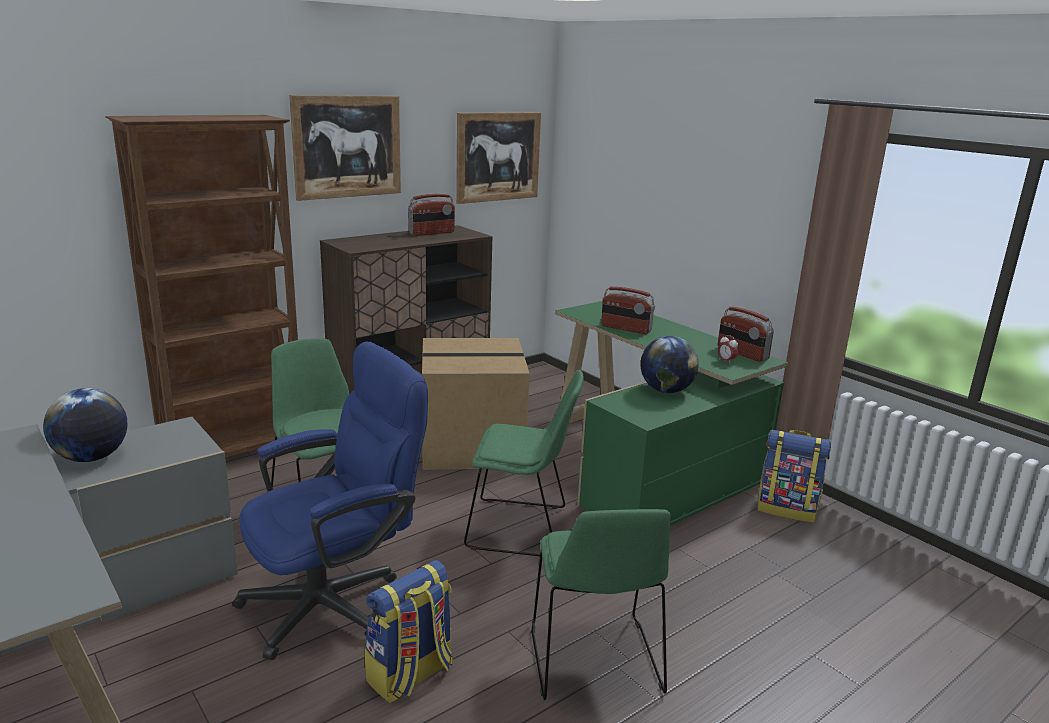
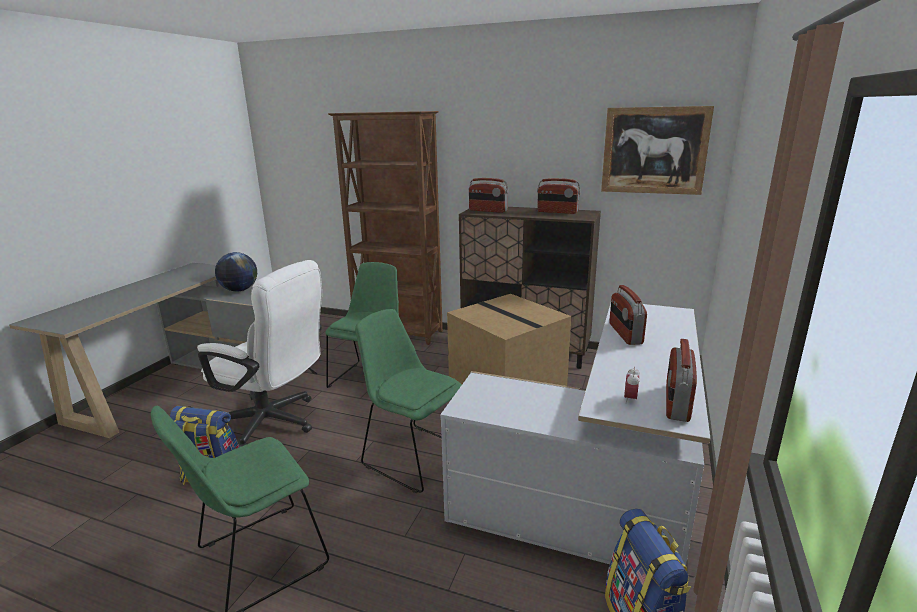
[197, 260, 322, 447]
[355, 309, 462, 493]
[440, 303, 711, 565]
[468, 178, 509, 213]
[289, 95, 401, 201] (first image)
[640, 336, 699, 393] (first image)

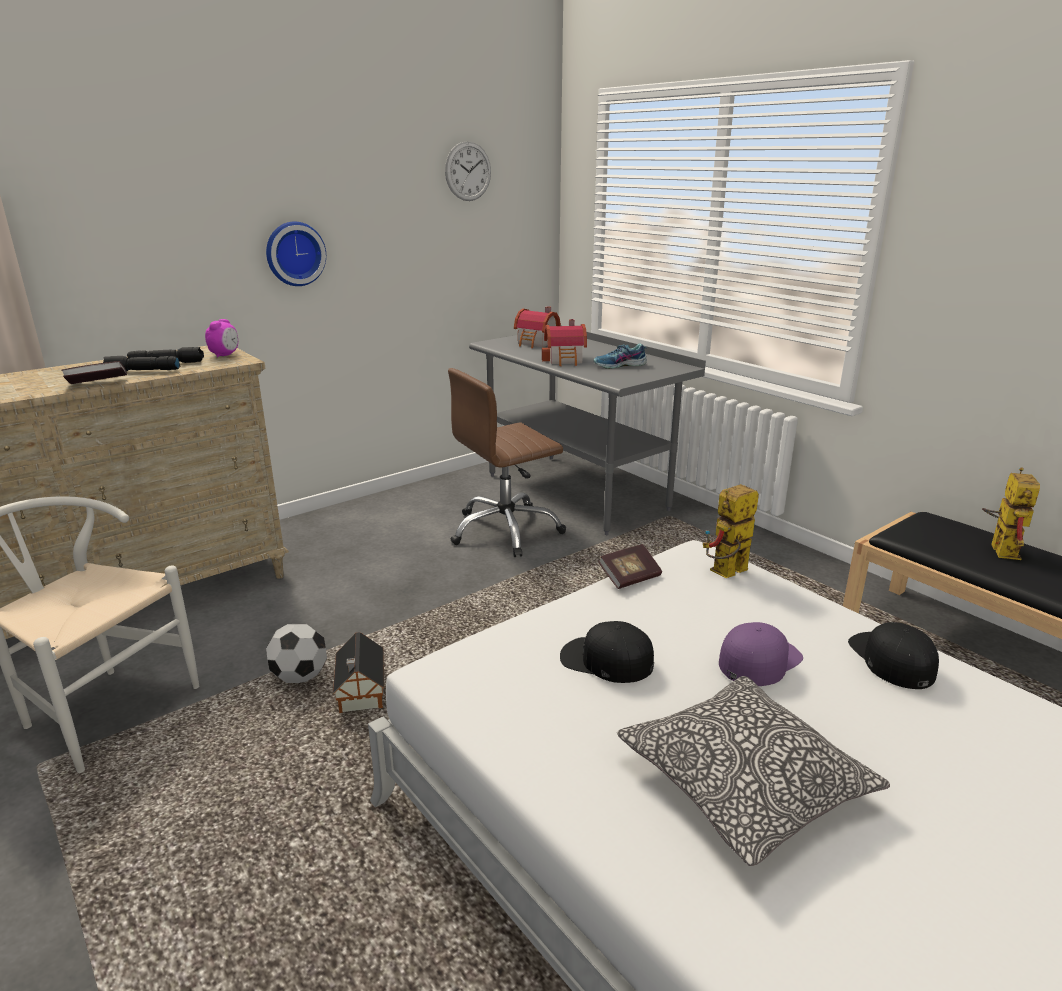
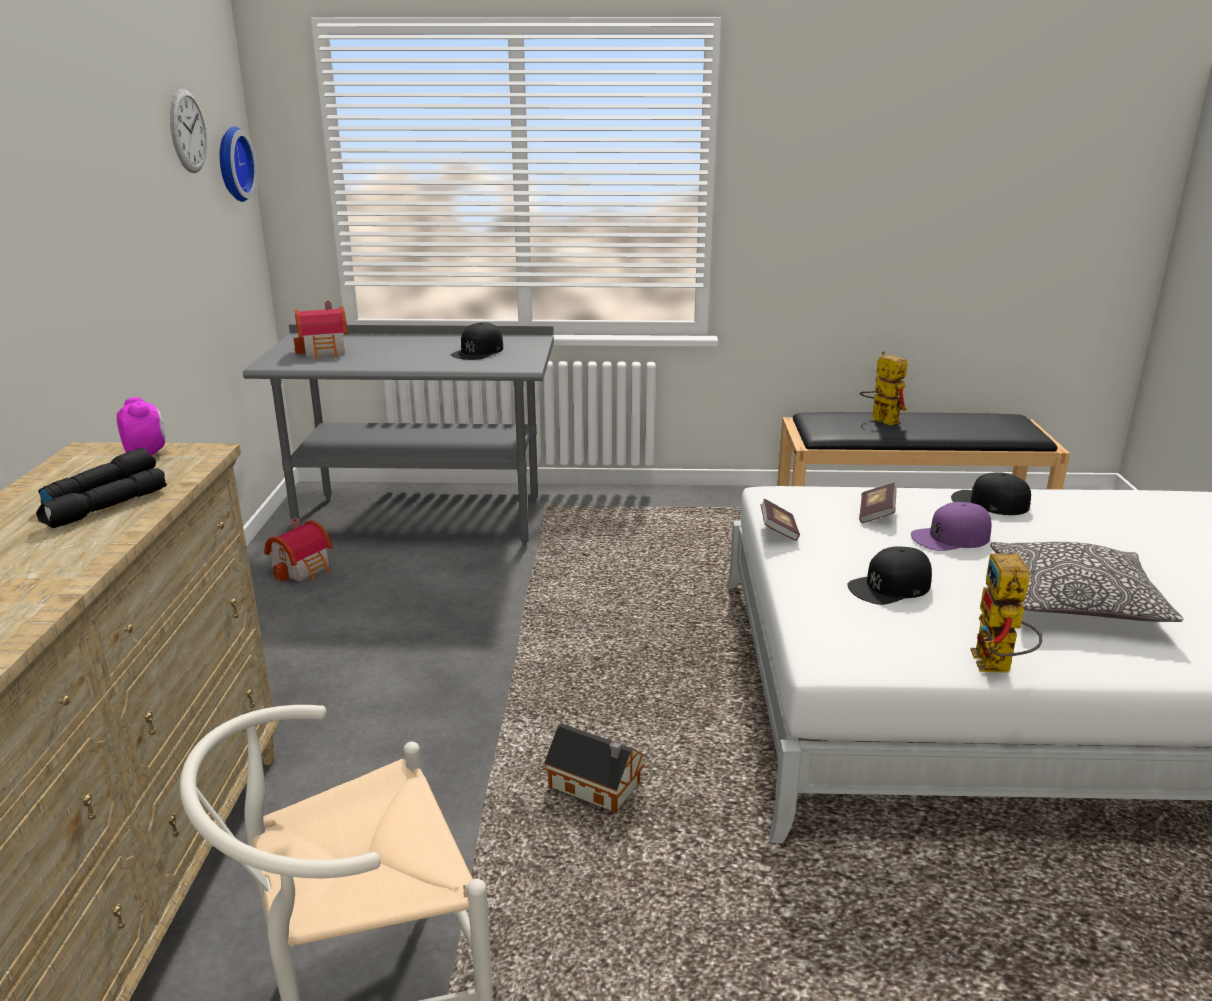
[220, 126, 257, 202]
[264, 518, 333, 582]
[451, 322, 503, 360]
[859, 483, 897, 523]
[911, 502, 992, 551]
[971, 553, 1042, 672]
[266, 624, 327, 683] (first image)
[448, 368, 566, 557] (first image)

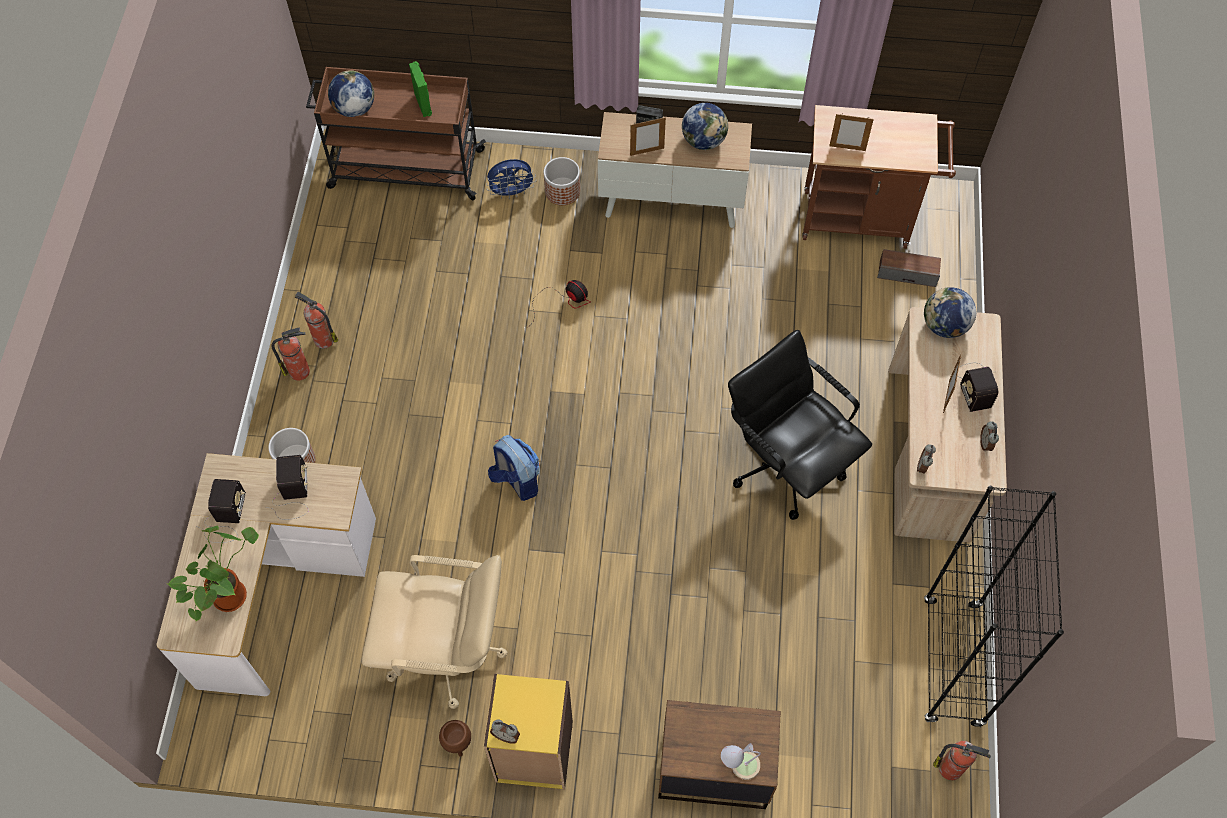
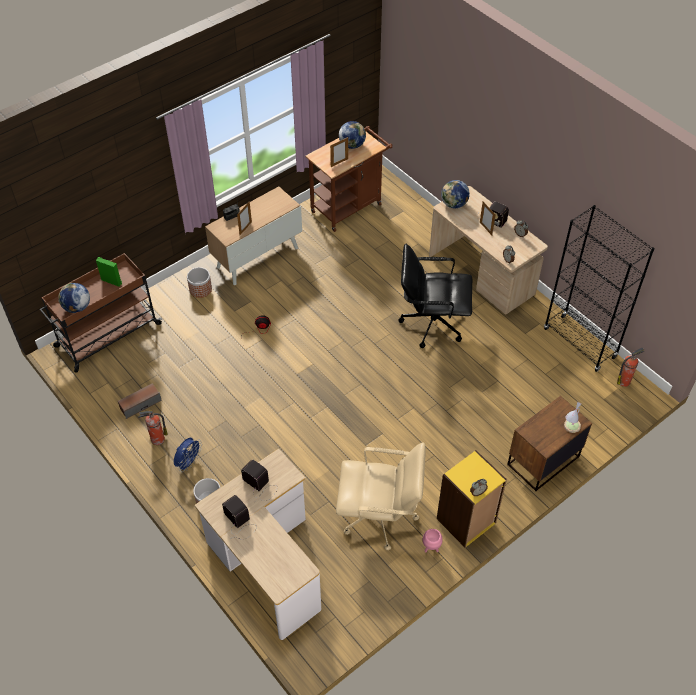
[118, 383, 162, 419]
[174, 438, 202, 472]
[336, 442, 426, 550]
[339, 121, 366, 149]
[423, 529, 443, 552]
[168, 525, 259, 621] (first image)
[271, 328, 310, 381] (first image)
[488, 435, 540, 501] (first image)

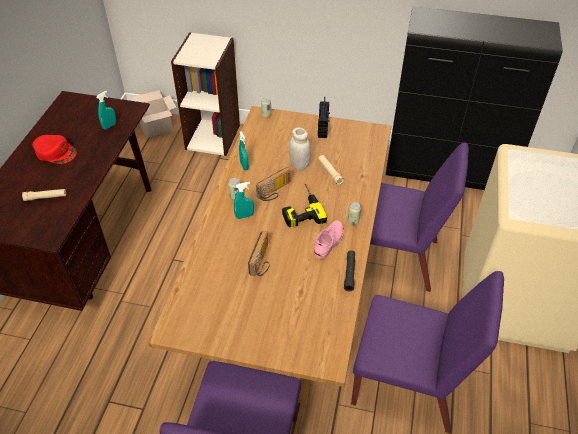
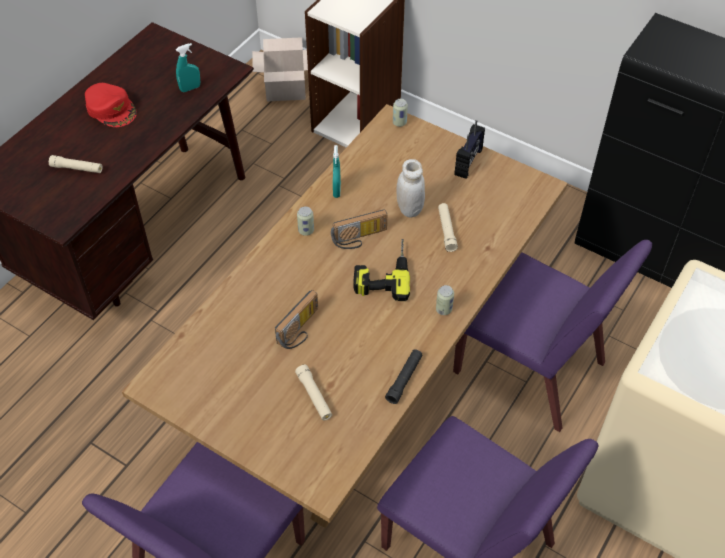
[295, 365, 332, 421]
[234, 182, 254, 219] (first image)
[314, 221, 344, 259] (first image)

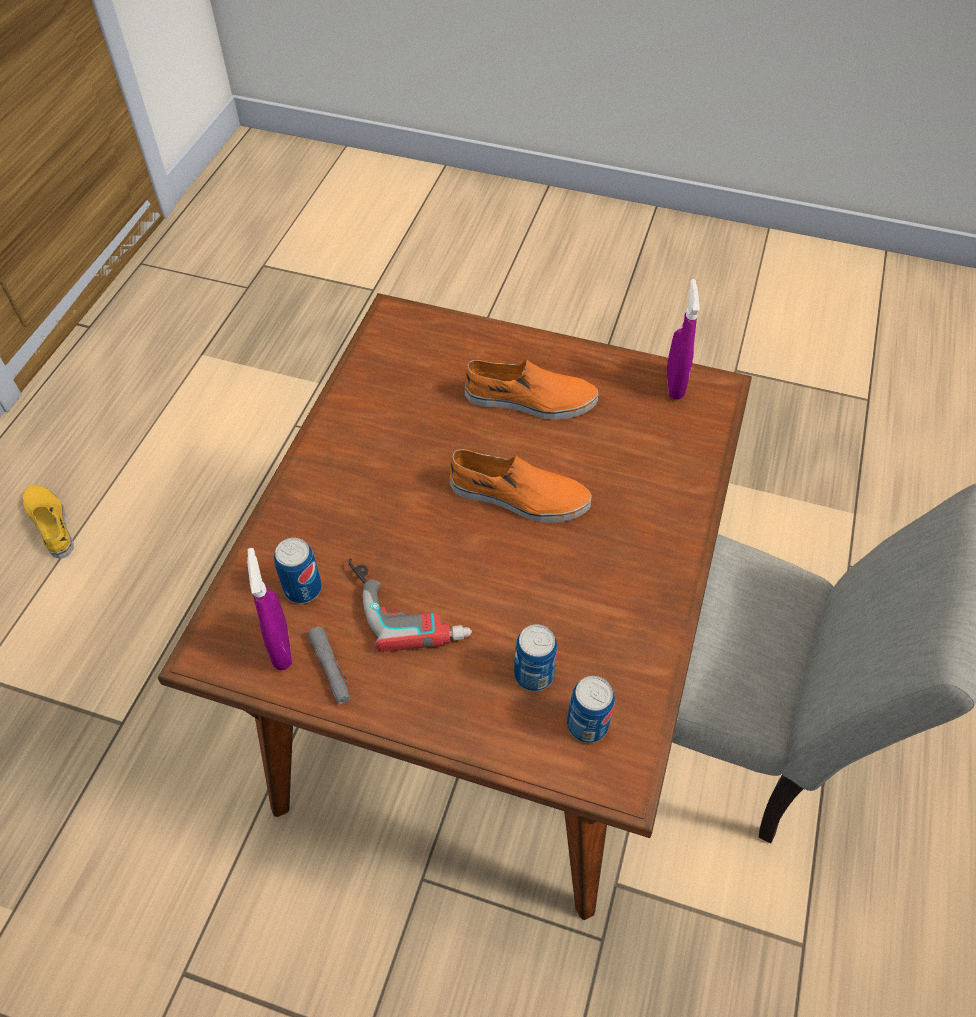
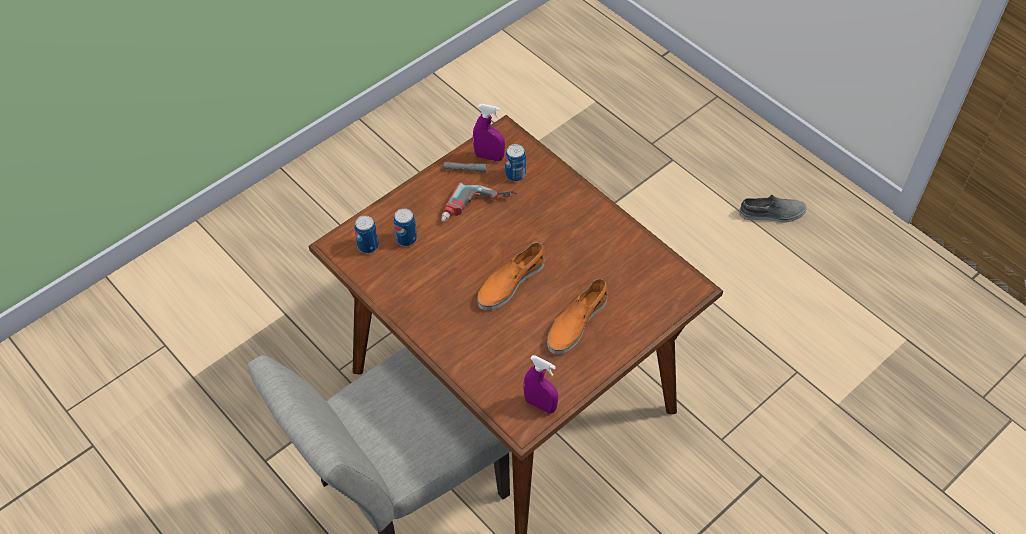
[739, 195, 807, 223]

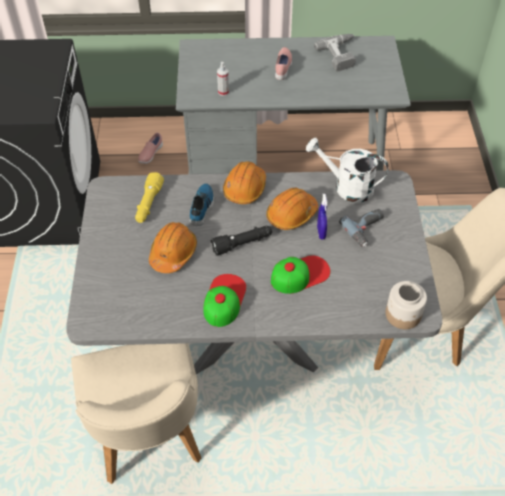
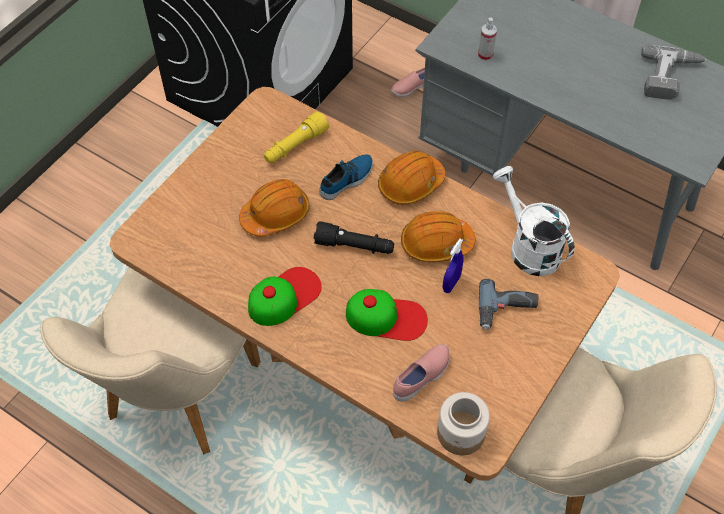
[110, 87, 620, 481]
[393, 344, 450, 401]

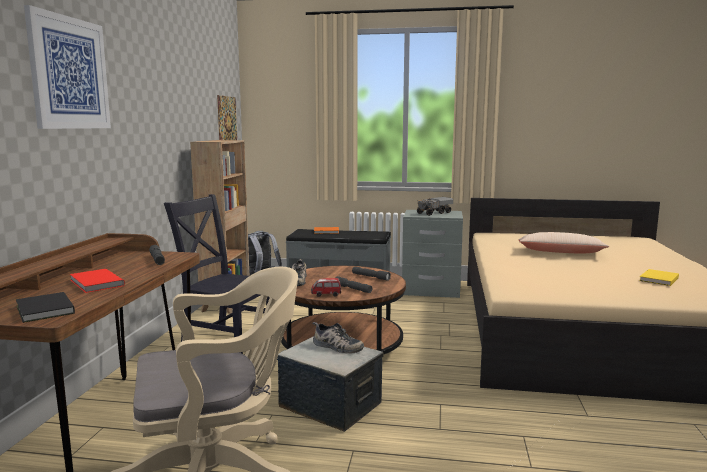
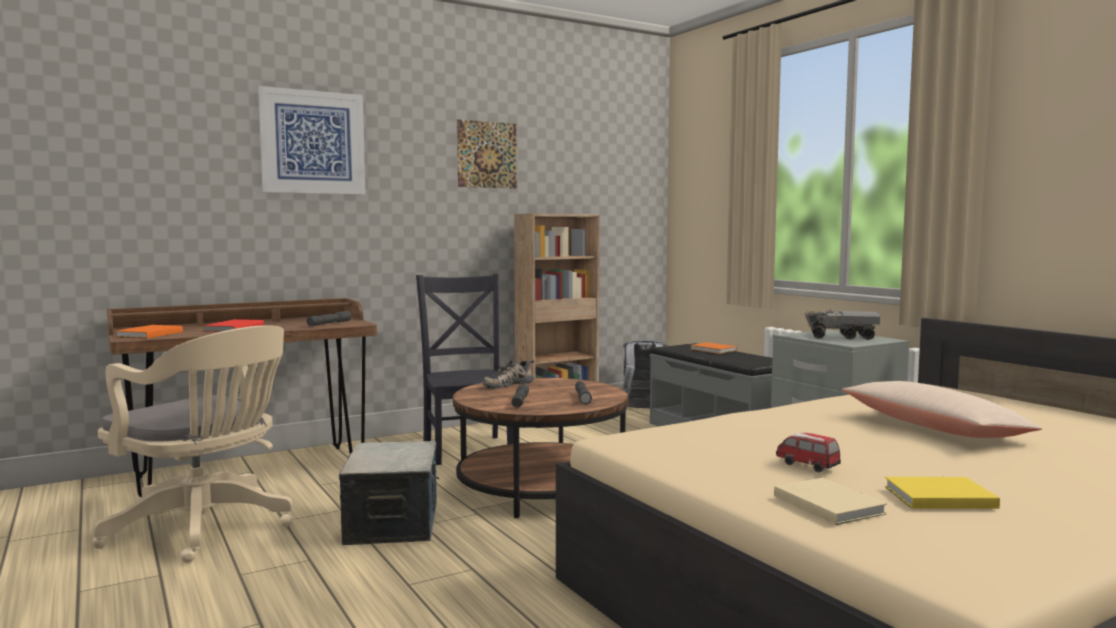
[115, 325, 183, 338]
[457, 119, 517, 189]
[774, 478, 887, 525]
[776, 433, 841, 472]
[312, 322, 364, 354] (first image)

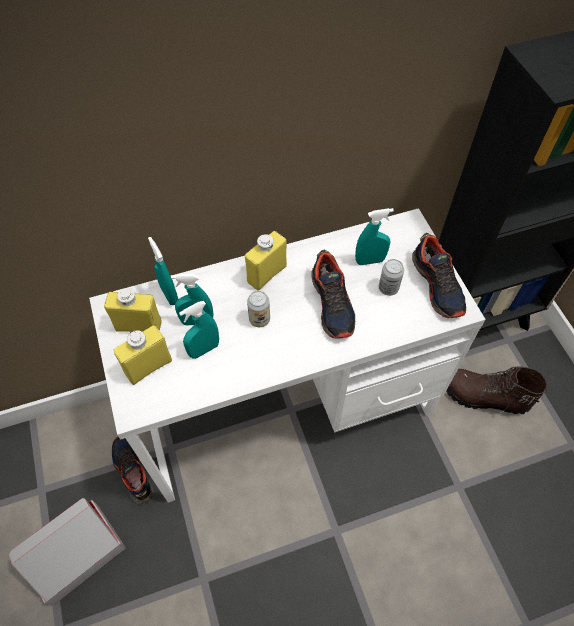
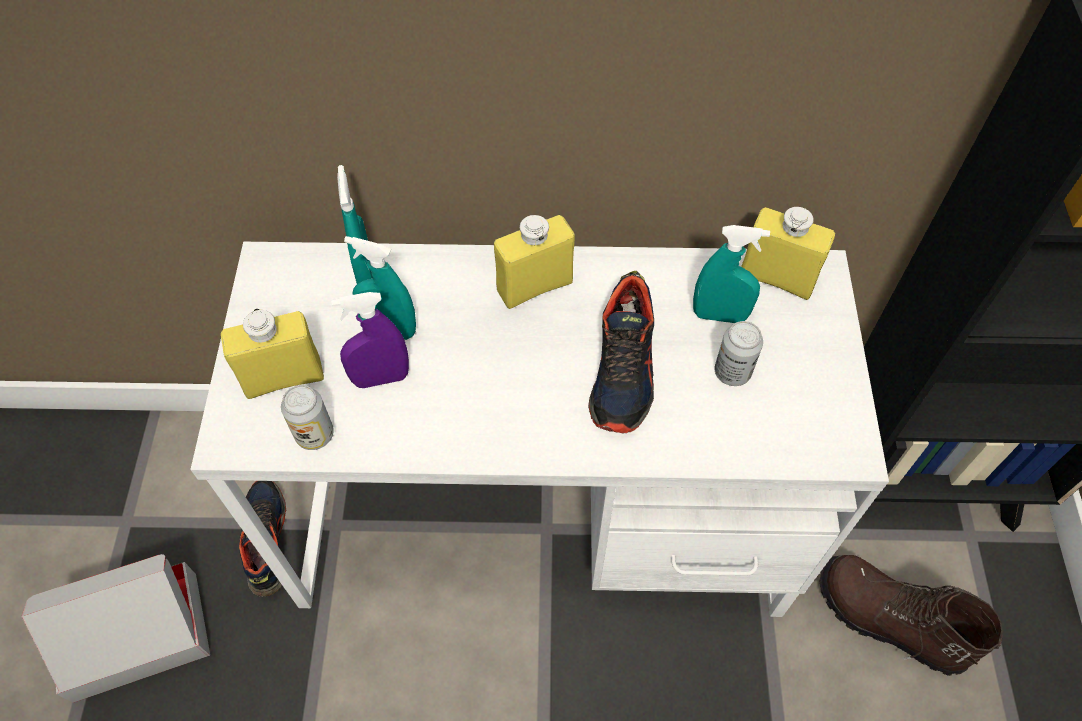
[281, 385, 334, 450]
[331, 292, 409, 388]
[741, 207, 835, 300]
[412, 233, 466, 318] (first image)

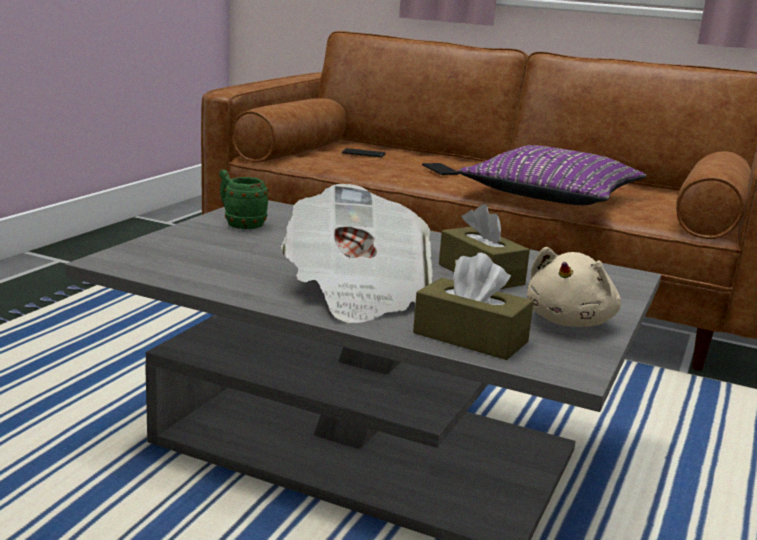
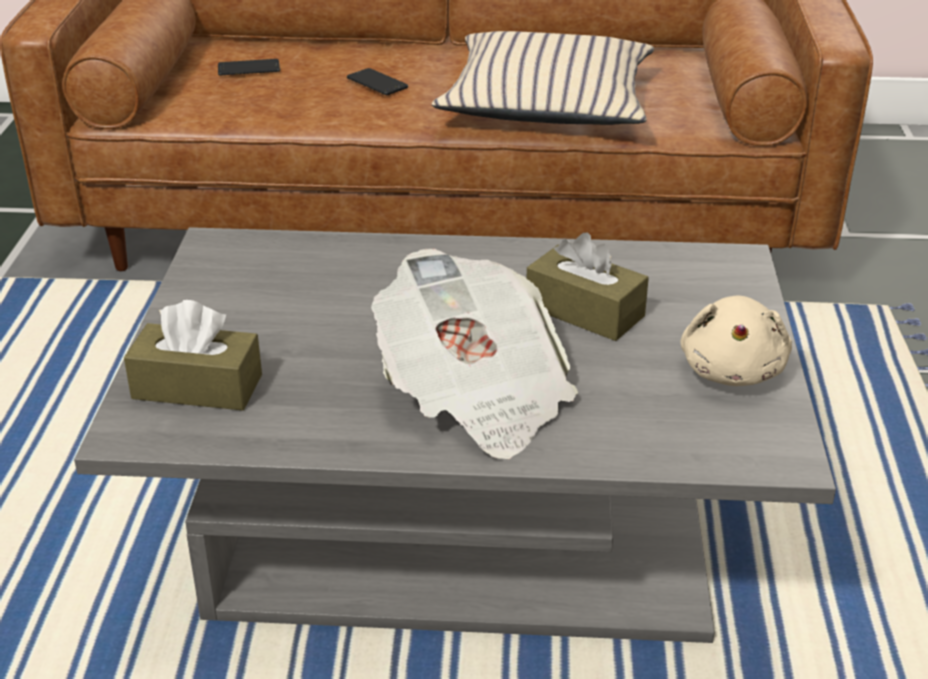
[124, 300, 262, 410]
[432, 31, 654, 125]
[219, 170, 269, 229] (first image)

